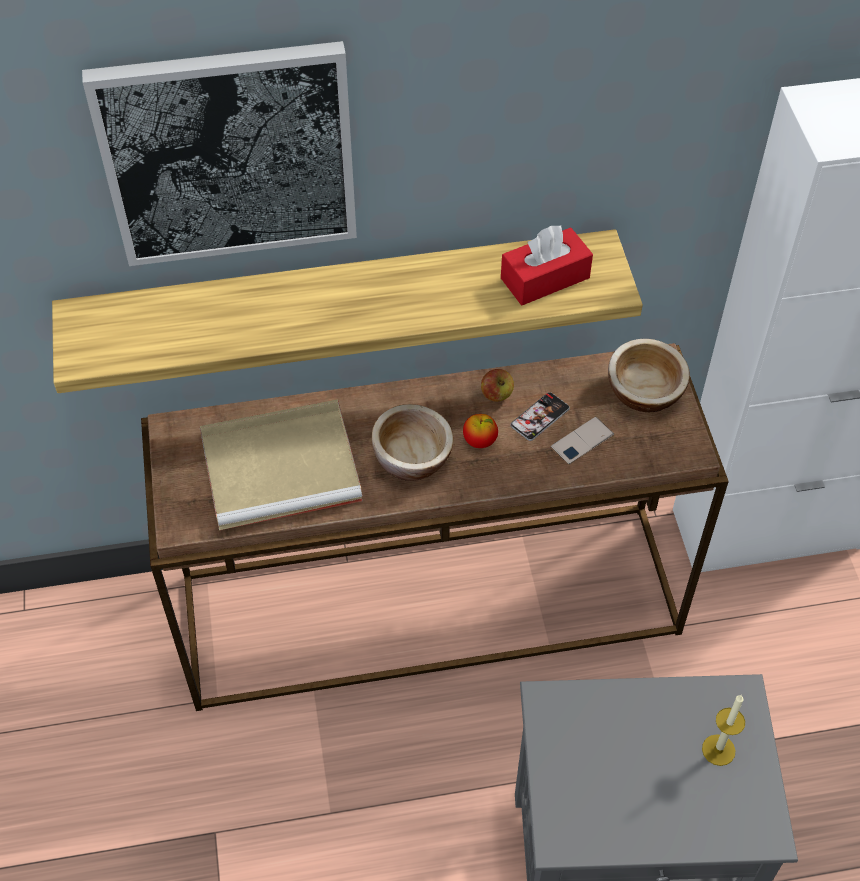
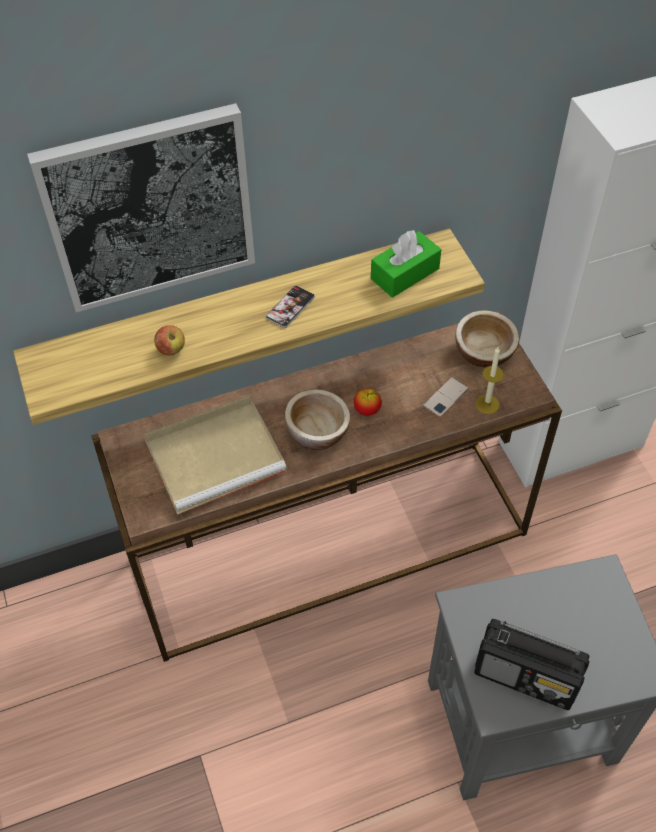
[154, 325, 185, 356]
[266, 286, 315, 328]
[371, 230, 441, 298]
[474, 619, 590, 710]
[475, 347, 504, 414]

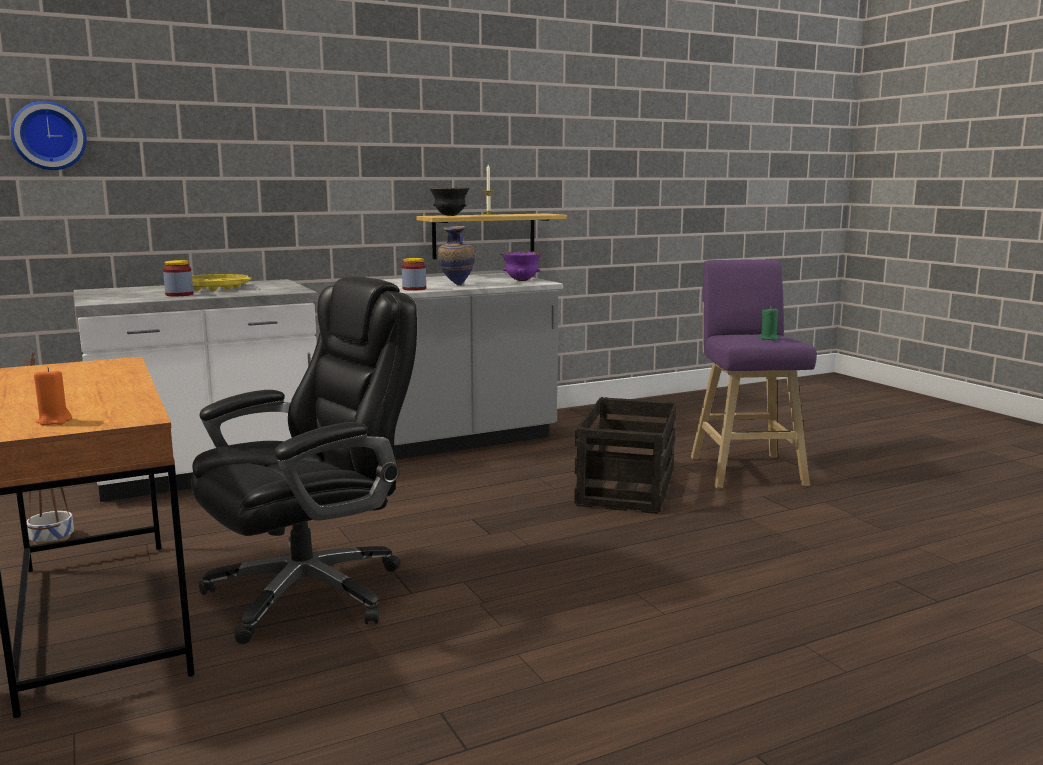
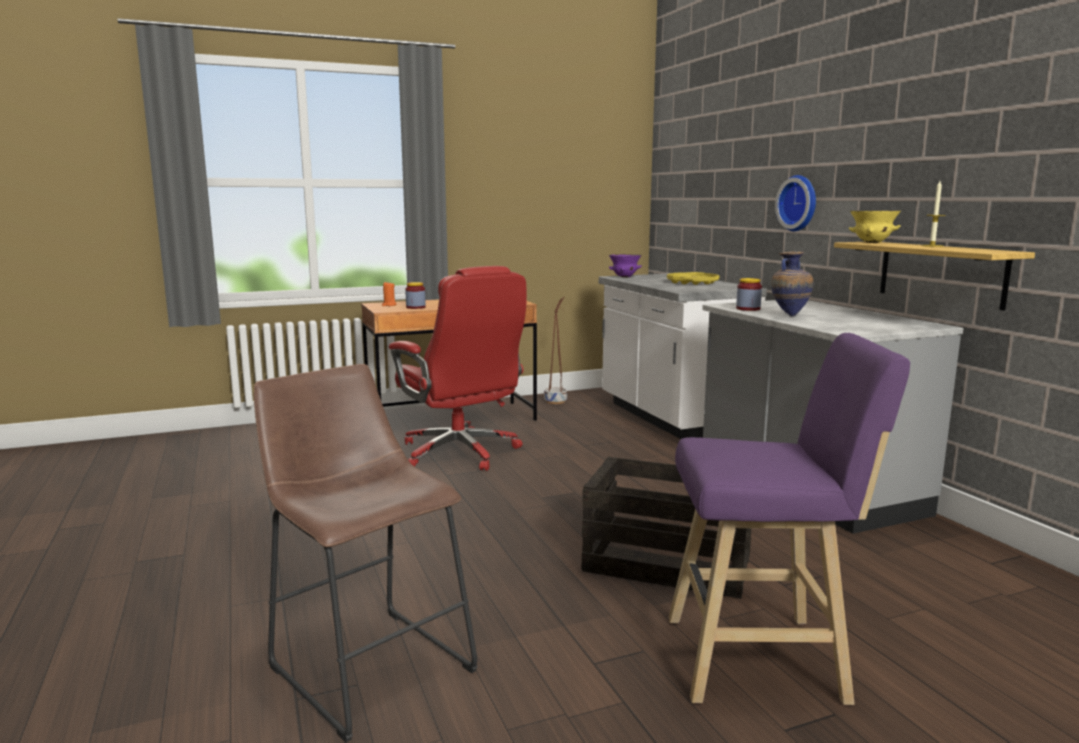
[254, 364, 478, 743]
[389, 266, 527, 471]
[405, 282, 426, 309]
[609, 254, 642, 278]
[775, 175, 816, 231]
[849, 210, 901, 243]
[759, 308, 780, 340] (first image)

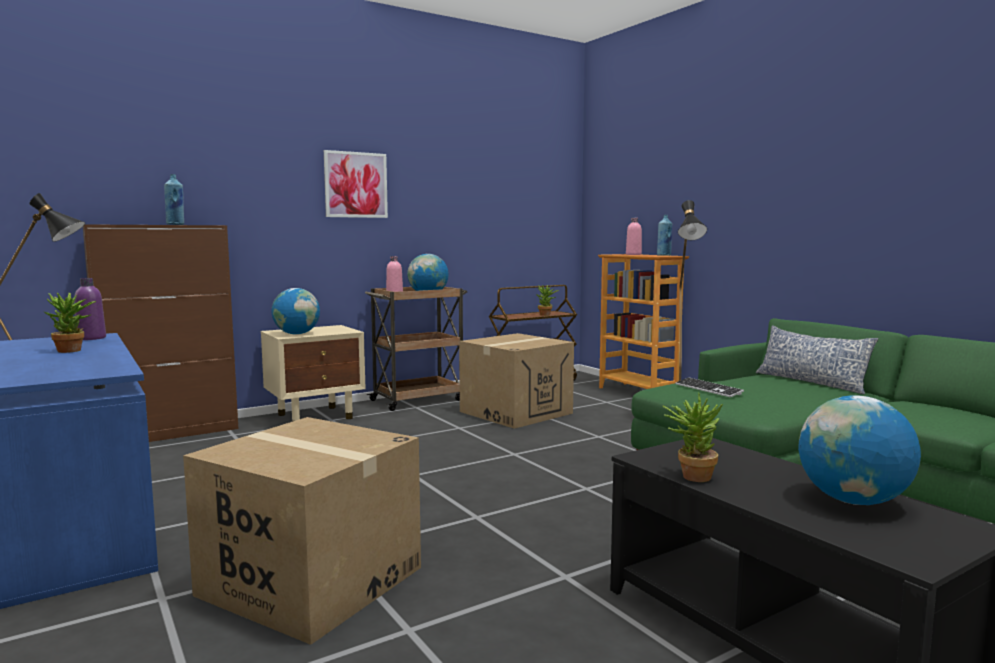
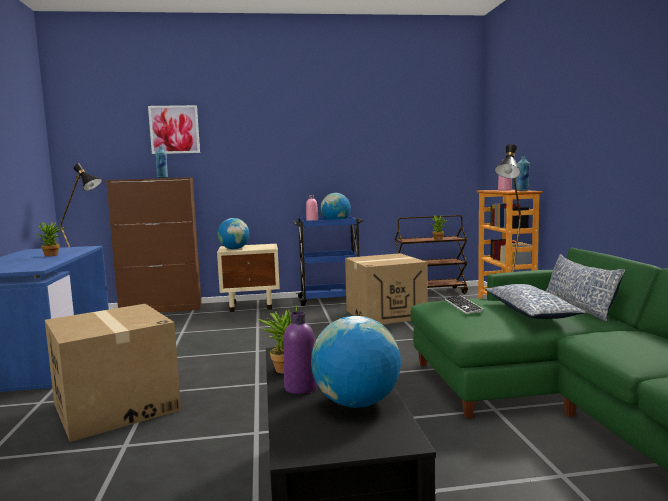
[148, 105, 200, 154]
[284, 311, 317, 394]
[293, 216, 364, 306]
[485, 284, 586, 319]

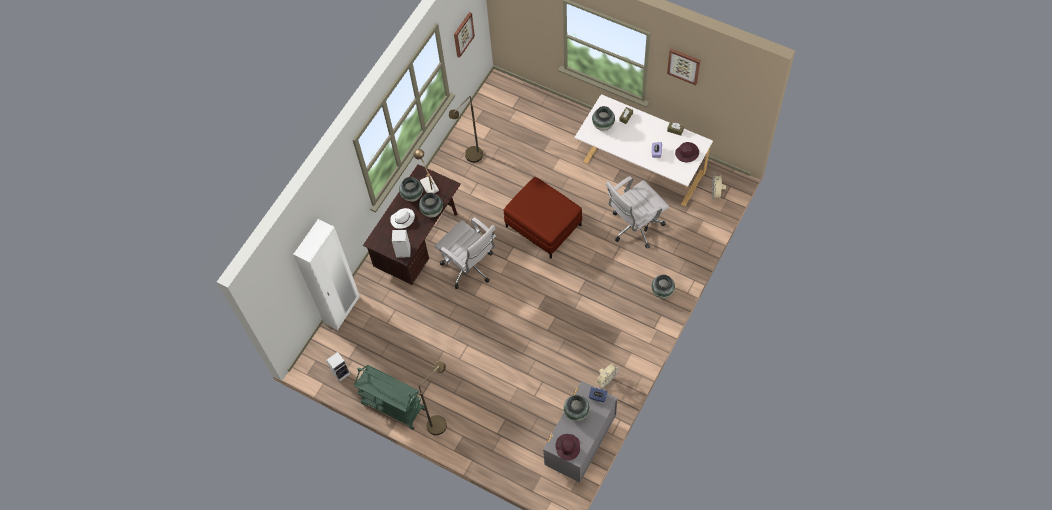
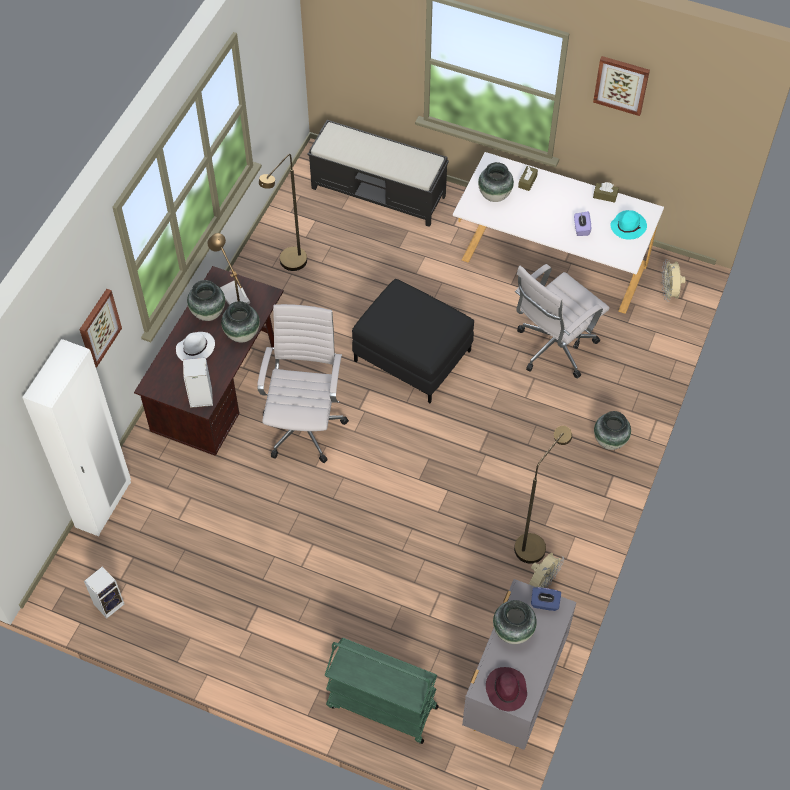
[79, 289, 122, 368]
[257, 304, 349, 463]
[307, 120, 449, 227]
[325, 638, 439, 744]
[352, 279, 474, 403]
[514, 426, 572, 564]
[610, 210, 647, 239]

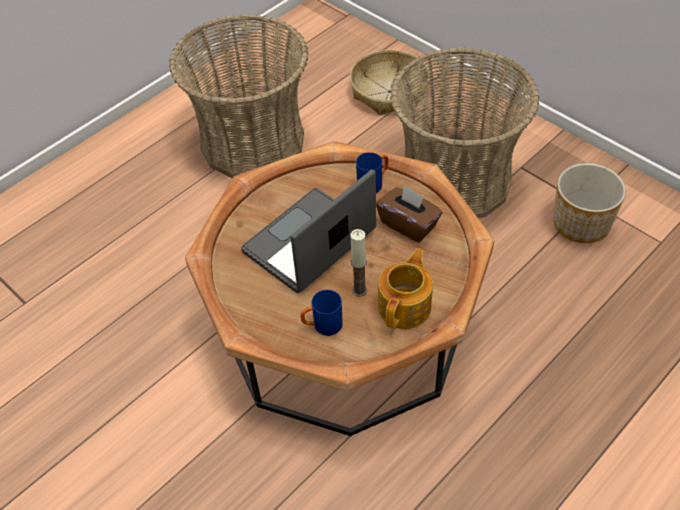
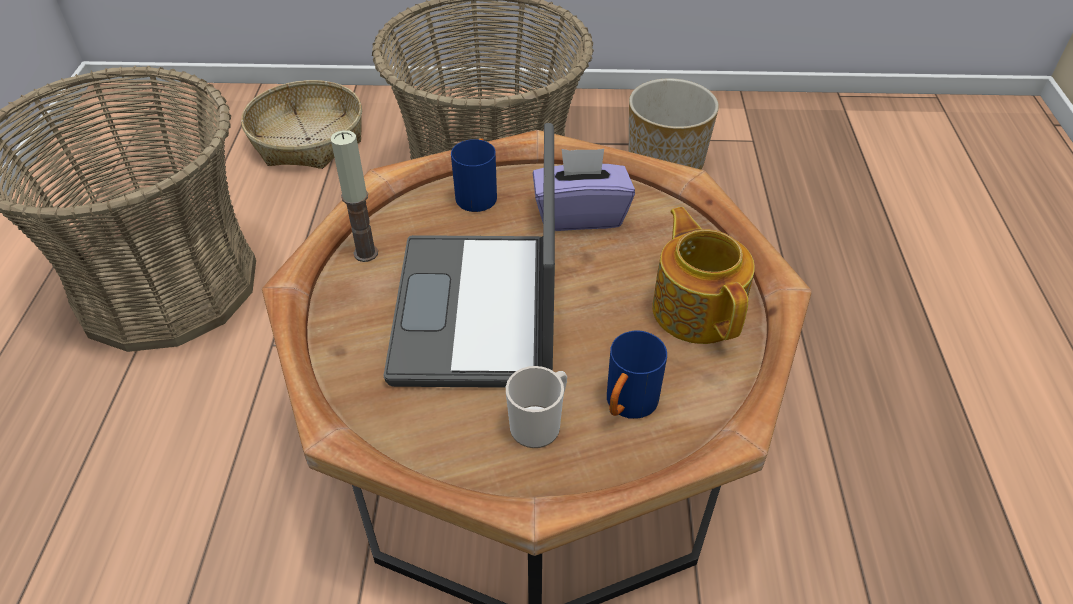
[330, 130, 378, 262]
[506, 366, 567, 448]
[533, 149, 635, 231]

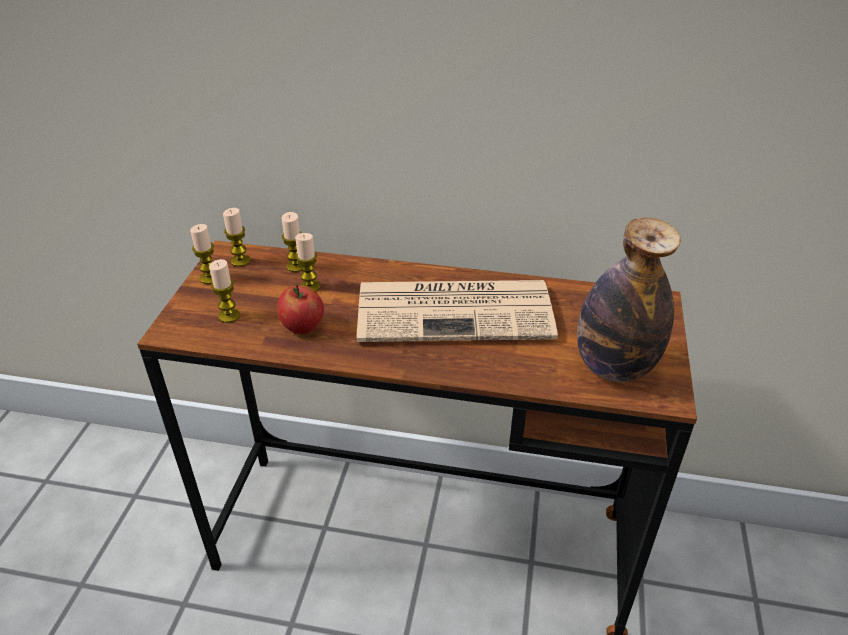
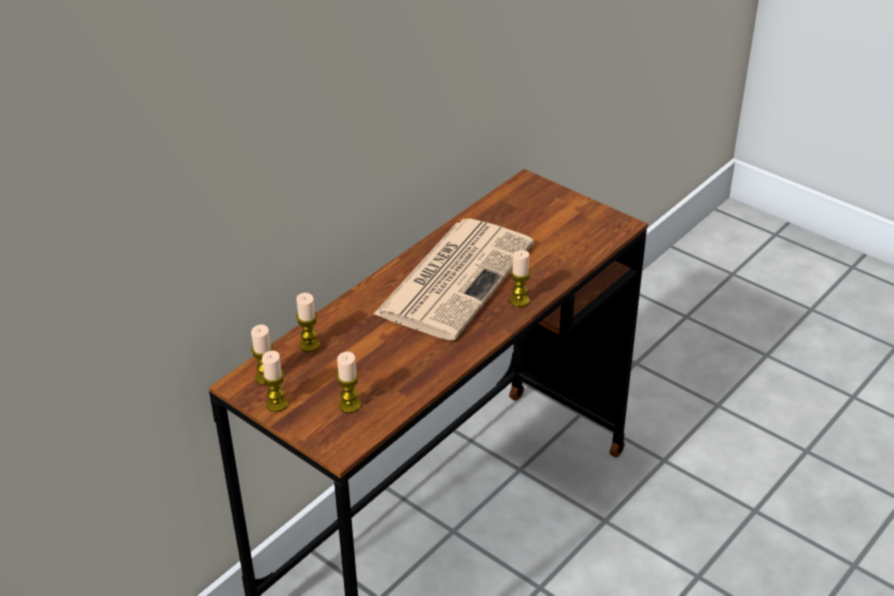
[510, 250, 531, 307]
[277, 284, 324, 334] (first image)
[577, 217, 681, 382] (first image)

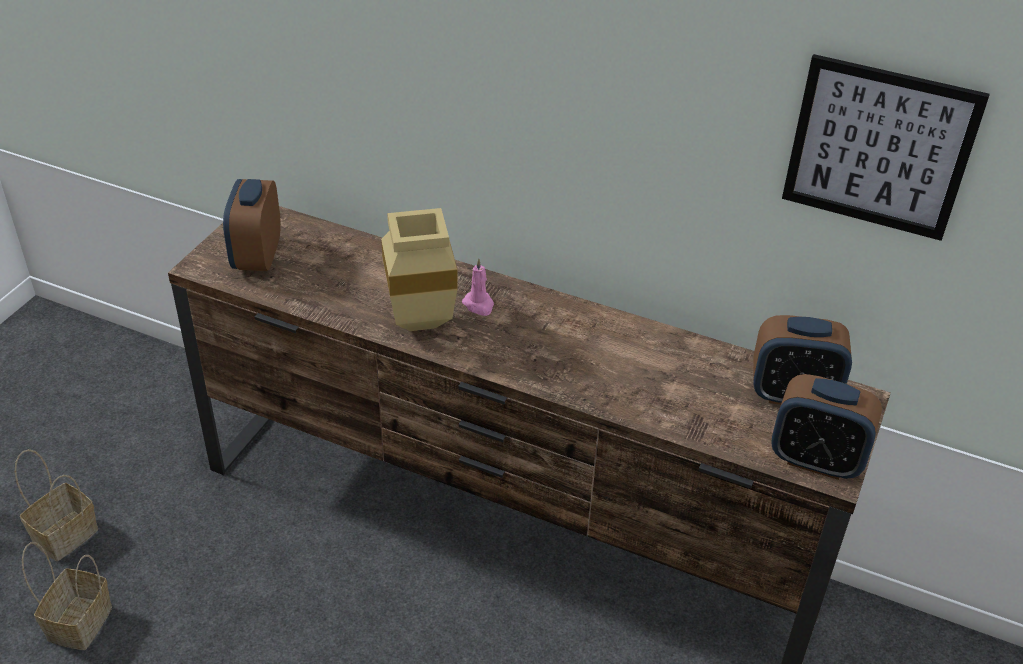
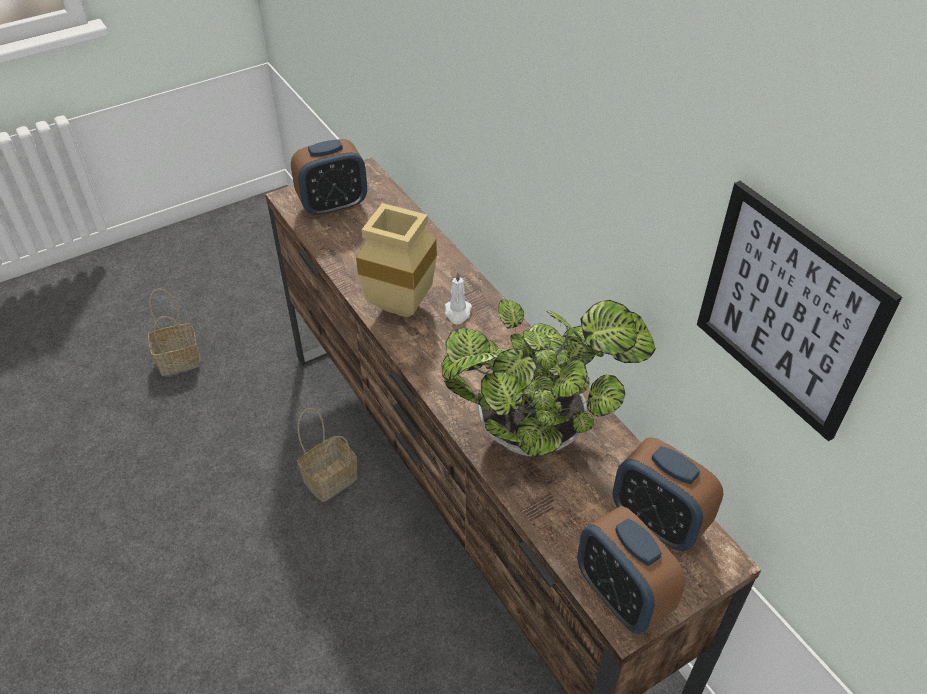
[291, 139, 367, 217]
[297, 408, 358, 502]
[441, 300, 656, 457]
[445, 272, 472, 324]

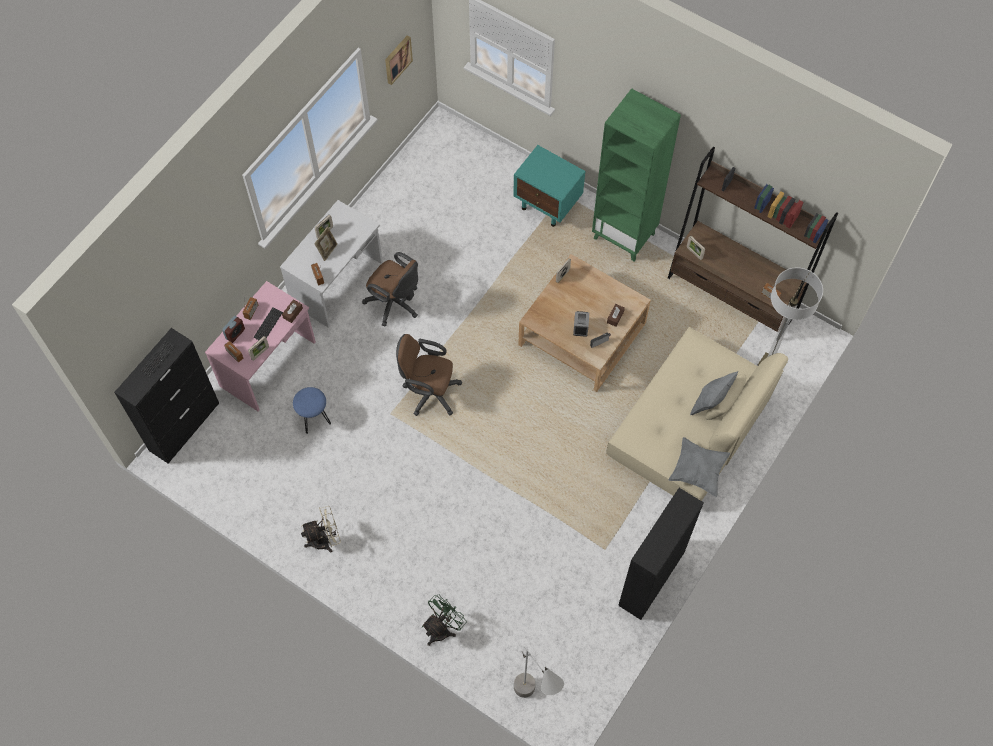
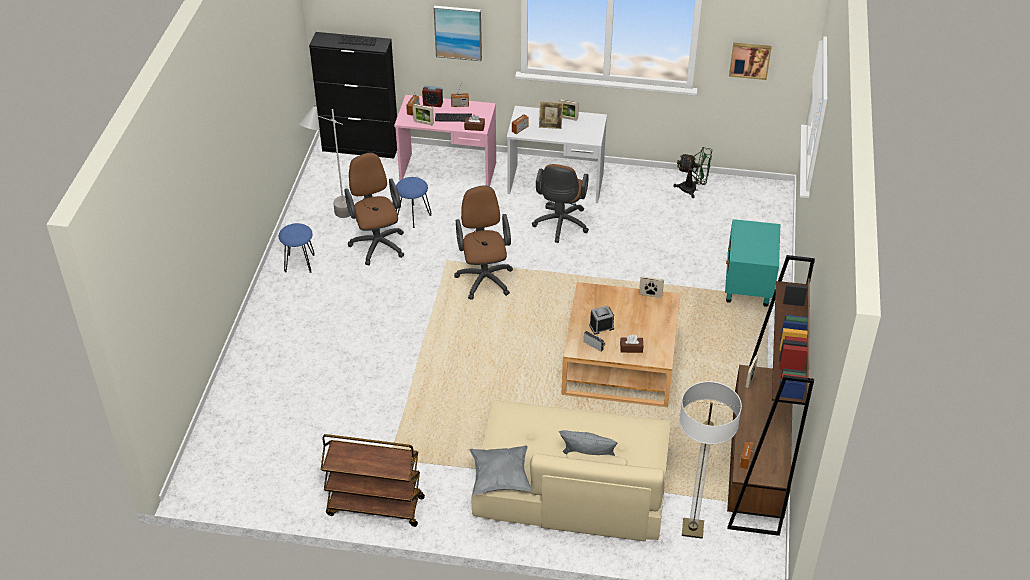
[279, 223, 315, 273]
[299, 104, 351, 218]
[321, 434, 425, 527]
[344, 153, 404, 265]
[434, 6, 482, 61]
[673, 147, 712, 198]
[592, 88, 681, 261] (first image)

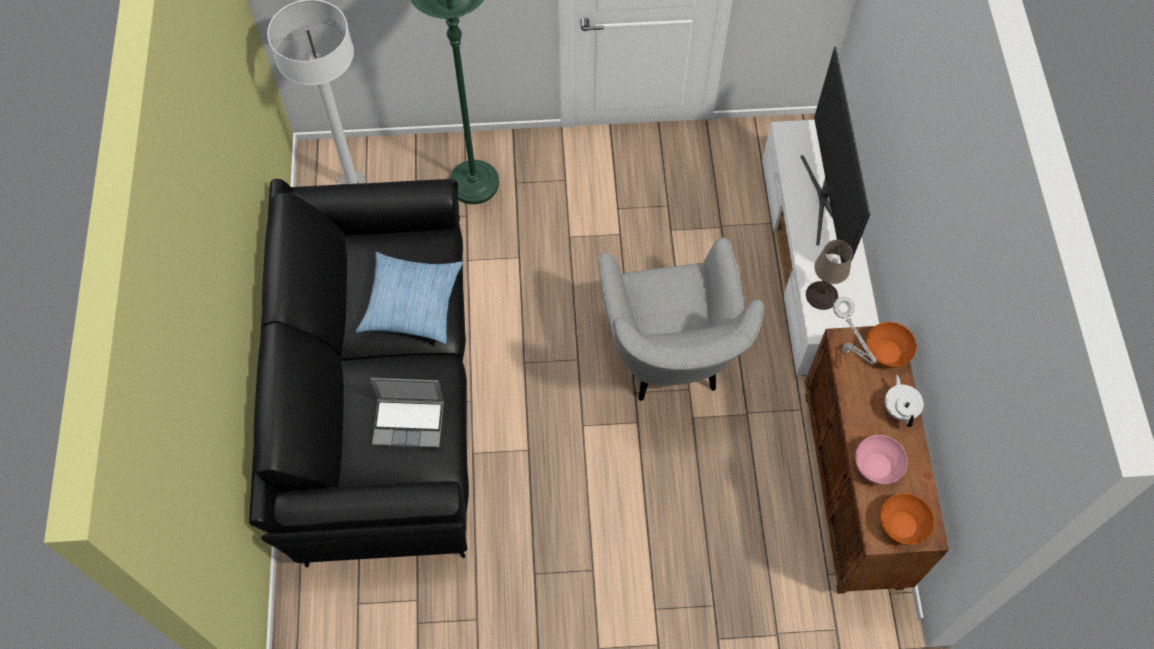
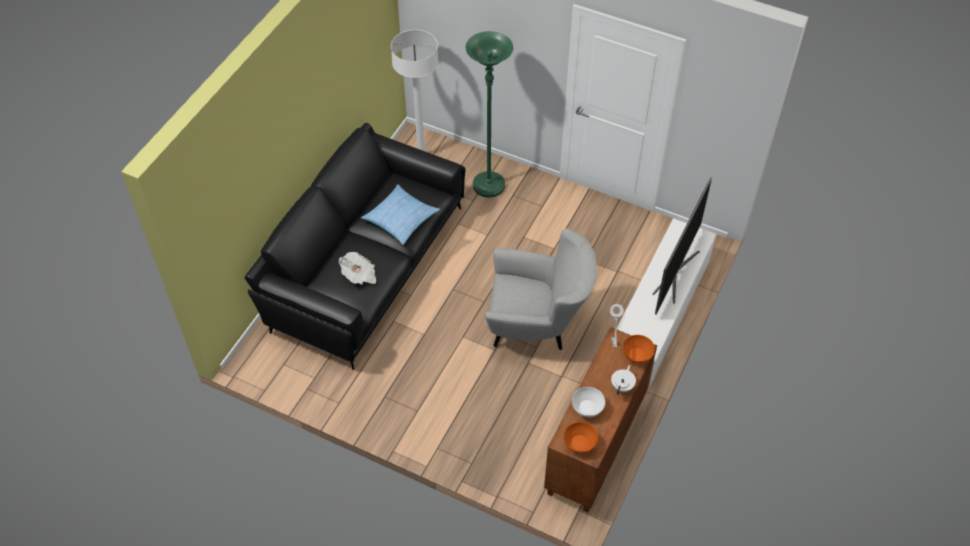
[339, 252, 376, 285]
[485, 228, 597, 350]
[572, 387, 605, 417]
[806, 240, 852, 310] (first image)

